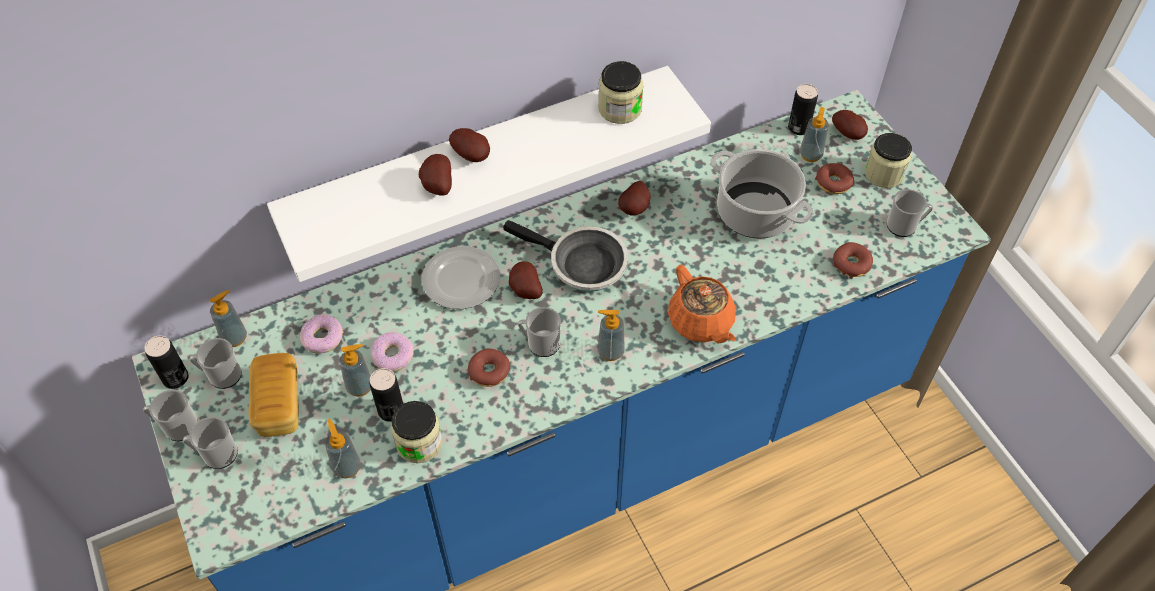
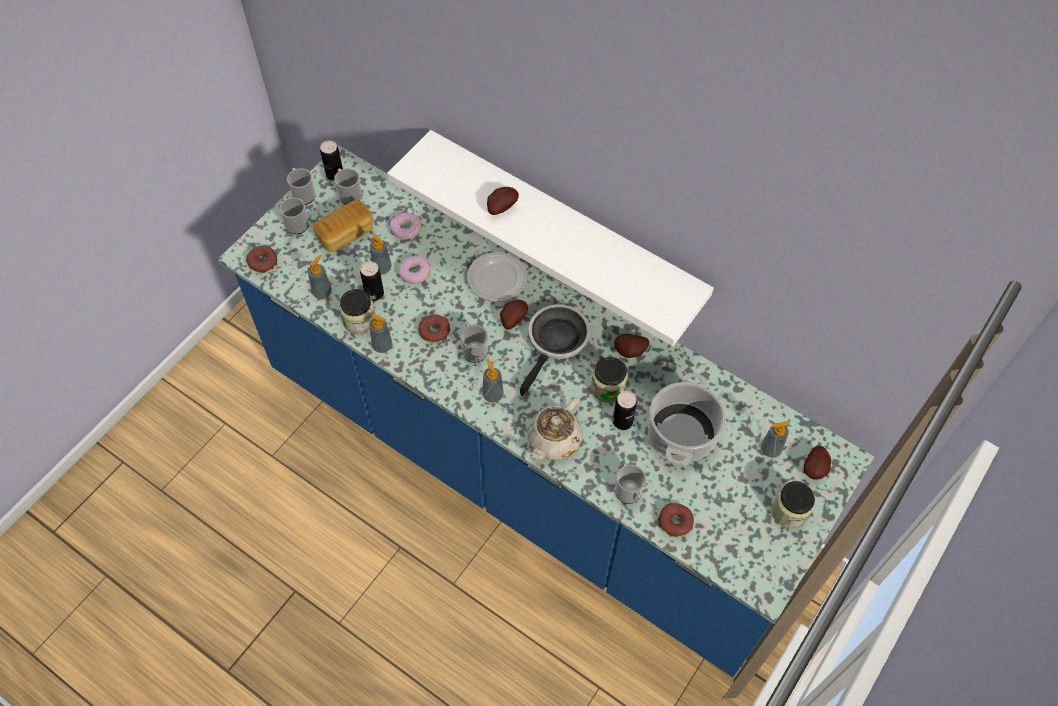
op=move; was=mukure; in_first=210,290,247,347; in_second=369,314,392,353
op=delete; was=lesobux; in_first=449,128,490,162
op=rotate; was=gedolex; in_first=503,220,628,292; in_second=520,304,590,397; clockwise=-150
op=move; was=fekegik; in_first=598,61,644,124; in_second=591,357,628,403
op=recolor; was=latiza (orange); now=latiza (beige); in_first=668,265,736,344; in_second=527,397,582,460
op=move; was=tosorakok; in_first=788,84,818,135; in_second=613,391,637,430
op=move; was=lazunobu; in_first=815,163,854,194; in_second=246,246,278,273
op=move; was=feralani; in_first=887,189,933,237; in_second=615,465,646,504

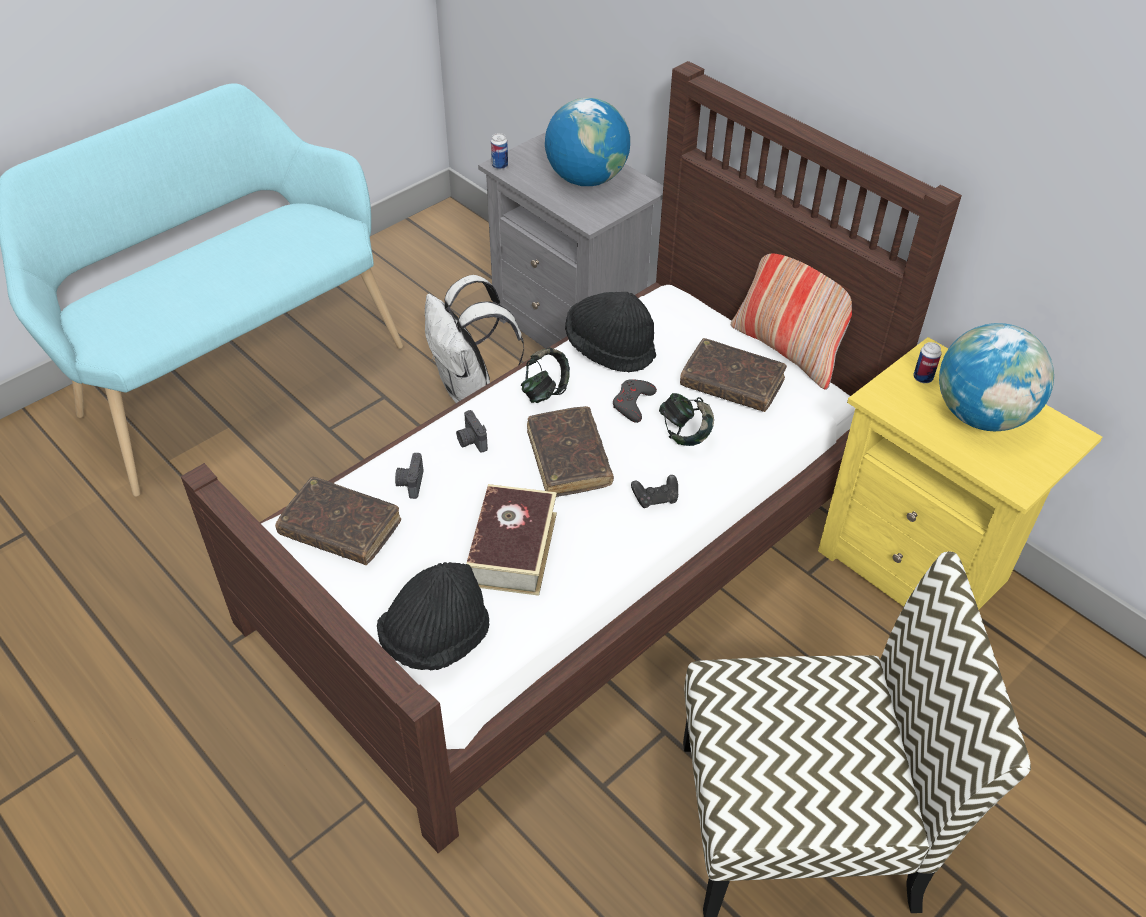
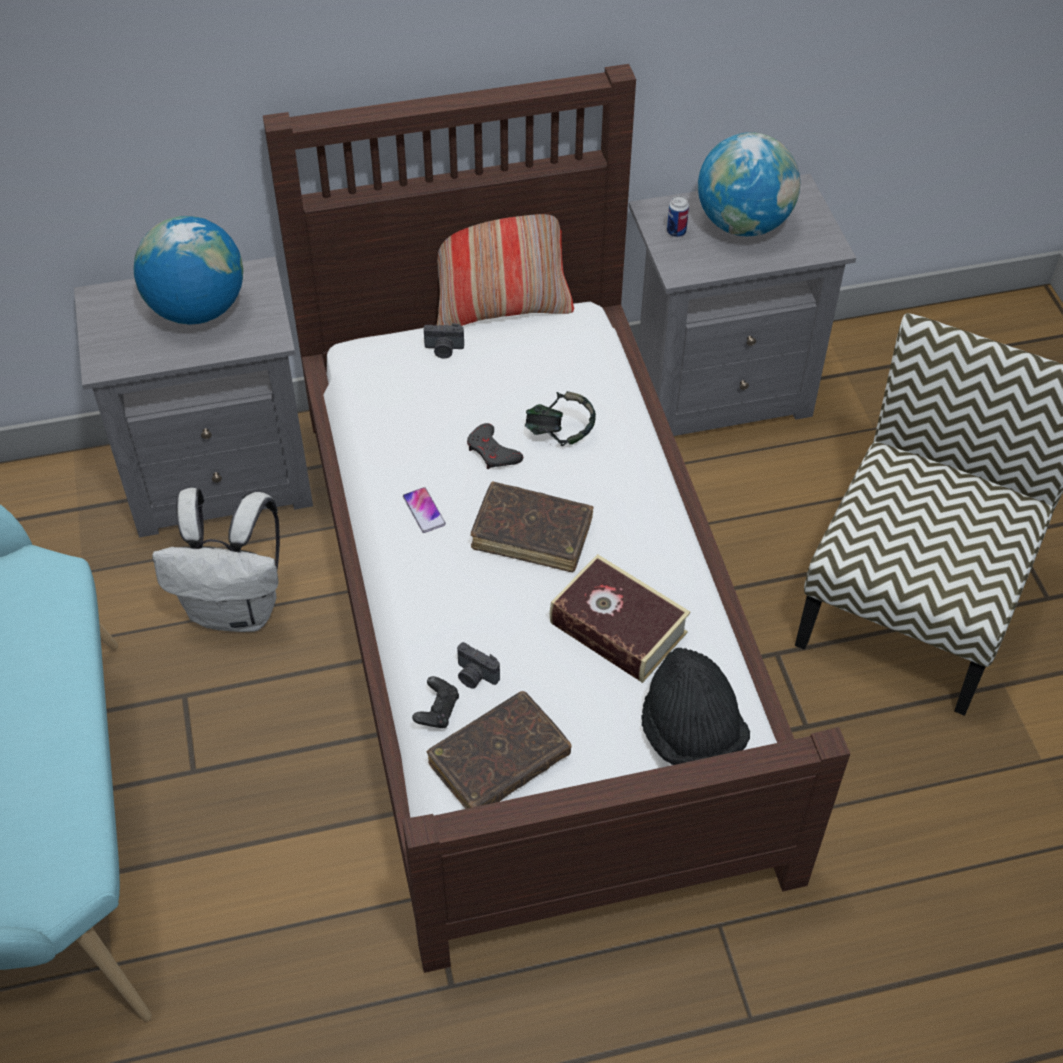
op=move; was=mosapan; in_first=456,410,488,453; in_second=424,323,464,359
op=delete; was=tosorakok; in_first=491,133,508,170
op=replace; was=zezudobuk; now=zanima; in_first=521,347,570,403; in_second=403,487,446,533
op=delete; was=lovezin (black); in_first=565,292,656,372
op=move; was=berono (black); in_first=631,475,678,508; in_second=412,676,459,728
op=delete; was=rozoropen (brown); in_first=680,338,787,412
op=recolor; was=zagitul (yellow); now=zagitul (grey); in_first=818,337,1102,610; in_second=629,174,856,436

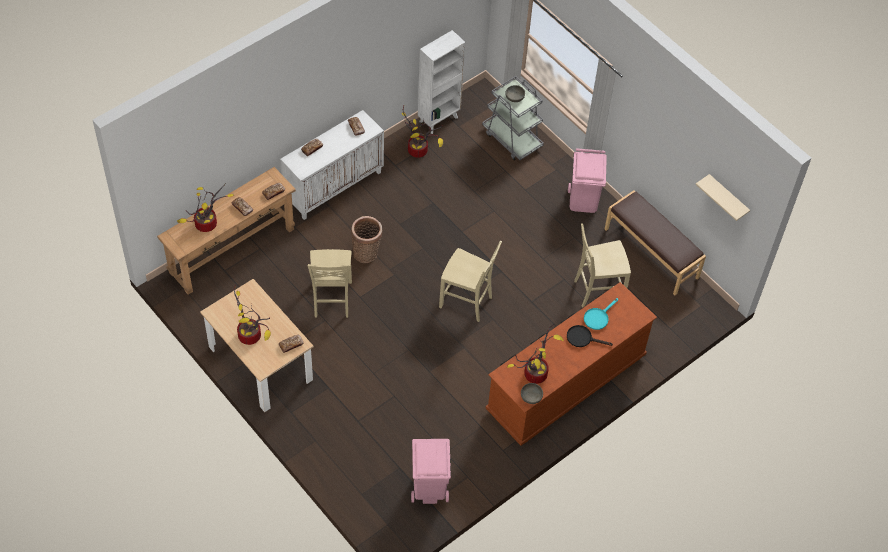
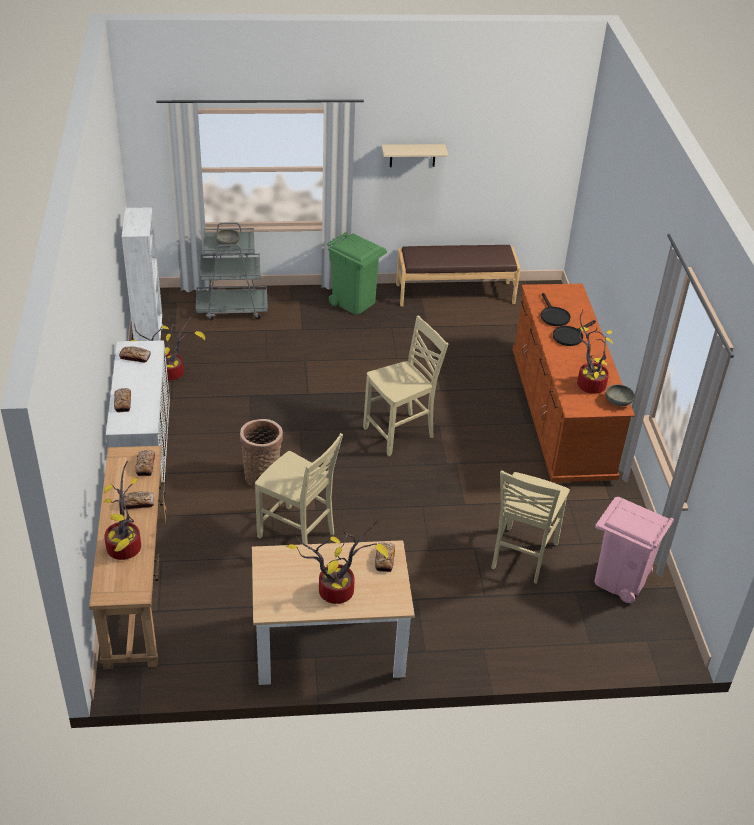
op=recolor; was=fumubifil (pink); now=fumubifil (green); in_first=568,148,607,213; in_second=327,232,387,314
op=move; was=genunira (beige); in_first=574,223,631,308; in_second=491,470,570,584
op=recolor; was=gedolex (turquoise); now=gedolex (black); in_first=584,298,618,330; in_second=541,293,571,326
op=move; was=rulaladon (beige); in_first=696,174,750,221; in_second=381,144,448,167

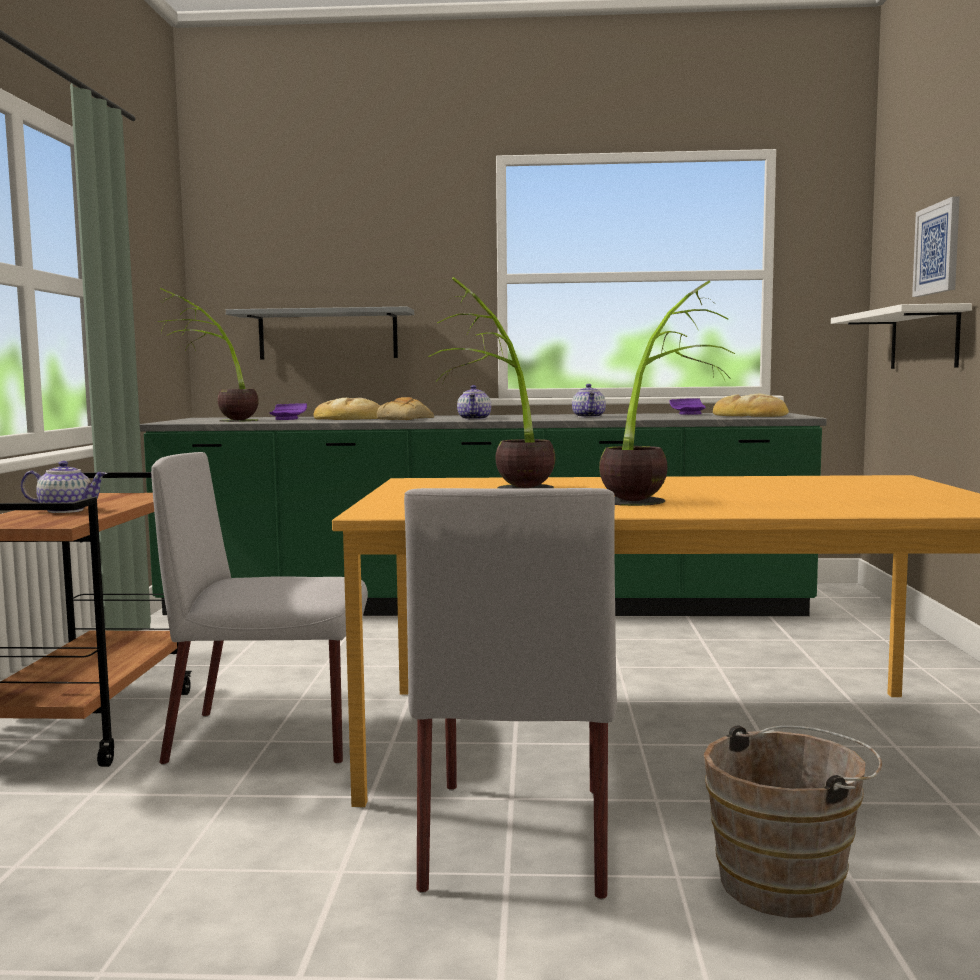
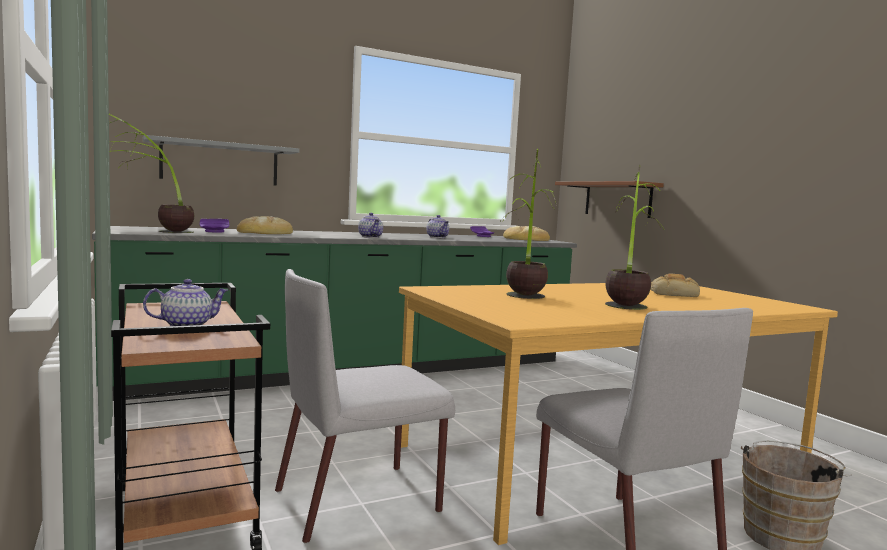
op=move; was=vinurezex; in_first=377,397,434,420; in_second=651,274,700,297
op=recolor; was=rulaladon (white); now=rulaladon (brown); in_first=831,303,972,369; in_second=555,181,664,218
op=delete; was=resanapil; in_first=912,196,960,297

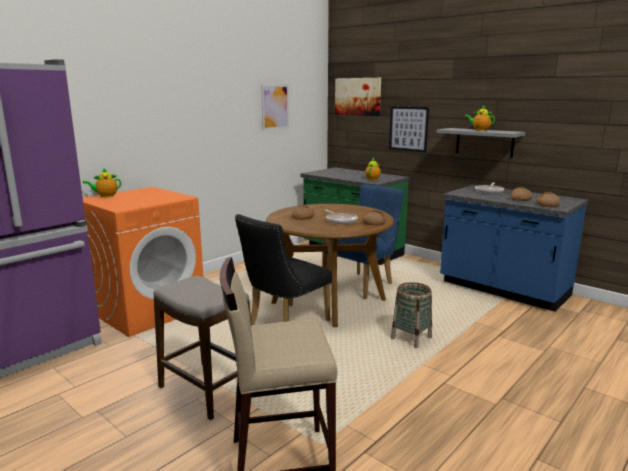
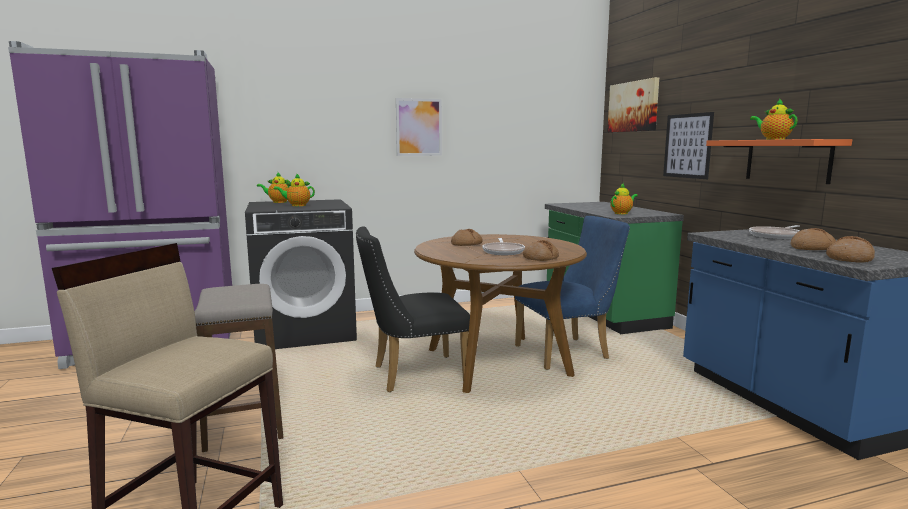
op=recolor; was=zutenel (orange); now=zutenel (black); in_first=83,187,203,337; in_second=245,199,357,349
op=move; was=resanapil; in_first=261,85,289,130; in_second=396,98,442,156
op=delete; was=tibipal; in_first=391,282,432,348
op=recolor; was=rulaladon (grey); now=rulaladon (orange); in_first=437,128,525,158; in_second=706,139,852,184
op=insert; now=latiza; in_second=273,173,315,206

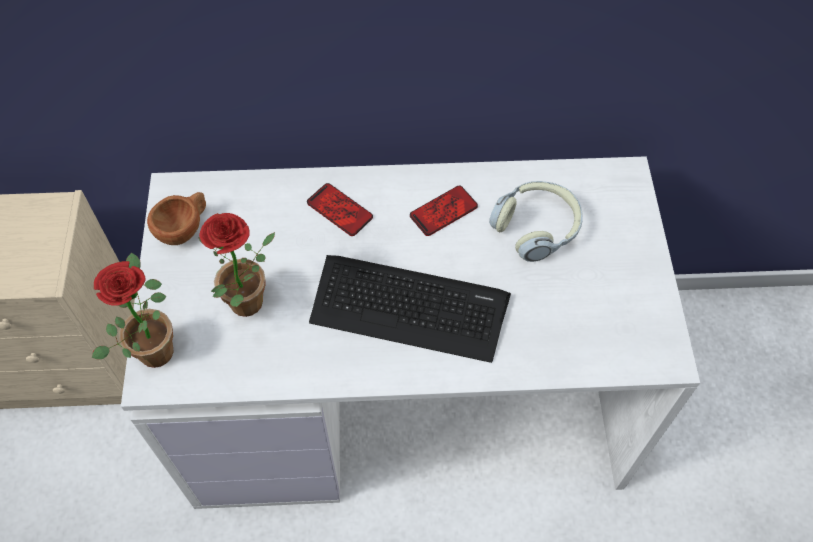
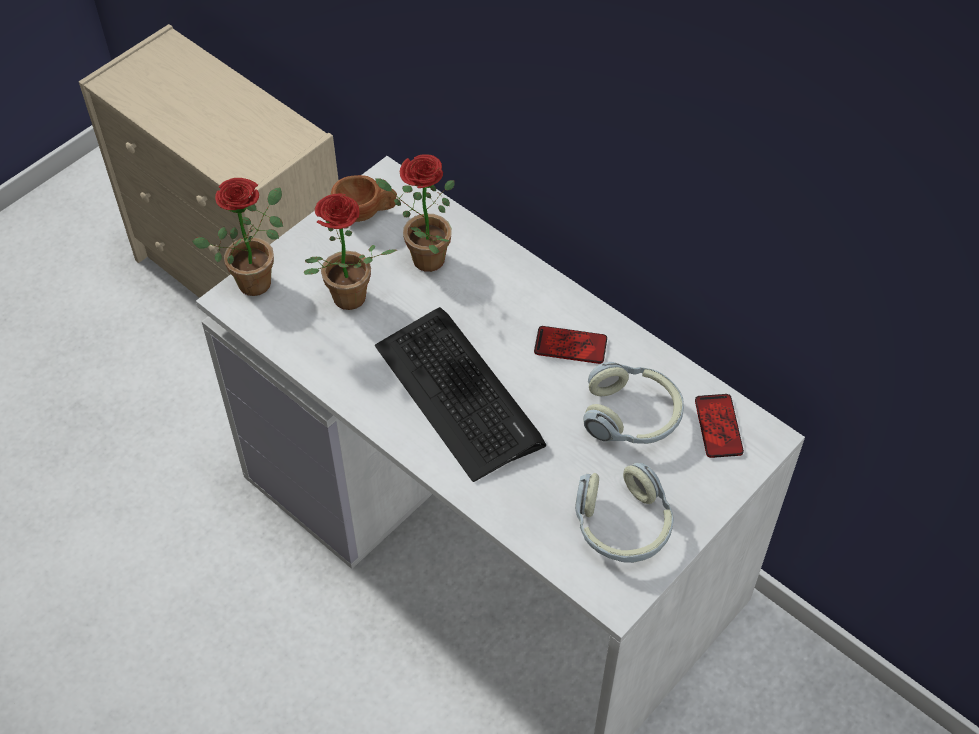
op=move; was=zanima; in_first=307,183,373,236; in_second=695,394,744,458
op=insert; now=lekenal; in_second=375,154,455,272
op=insert; now=zezudobuk; in_second=575,463,674,563

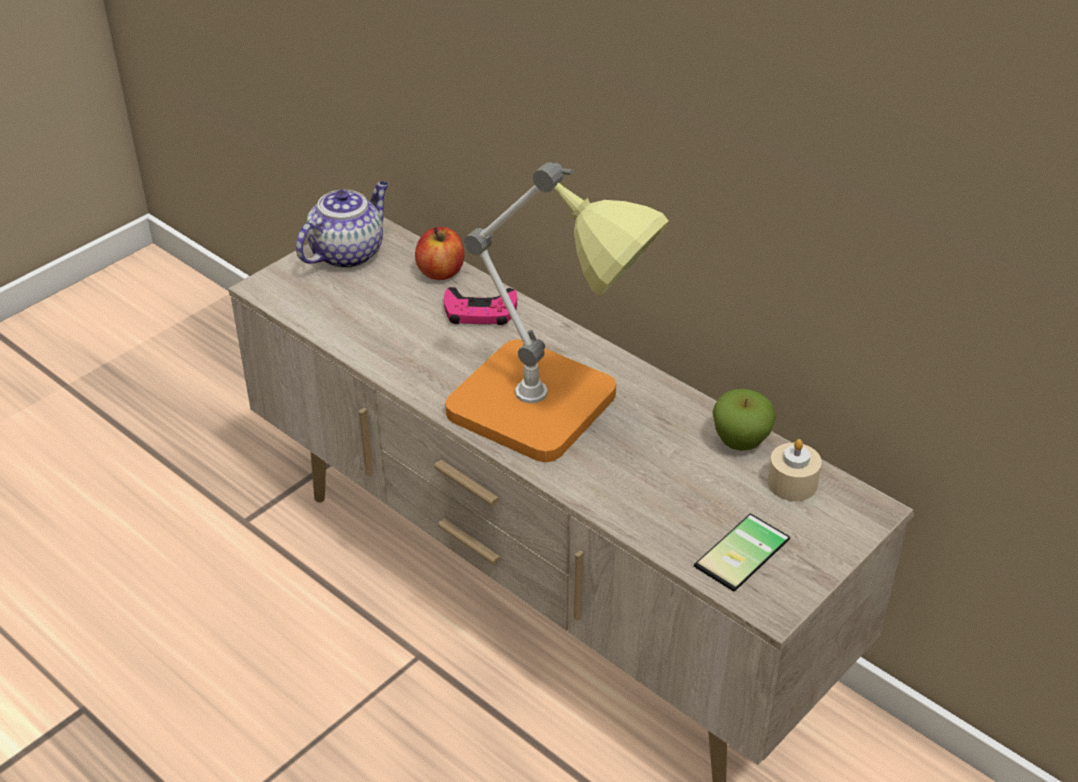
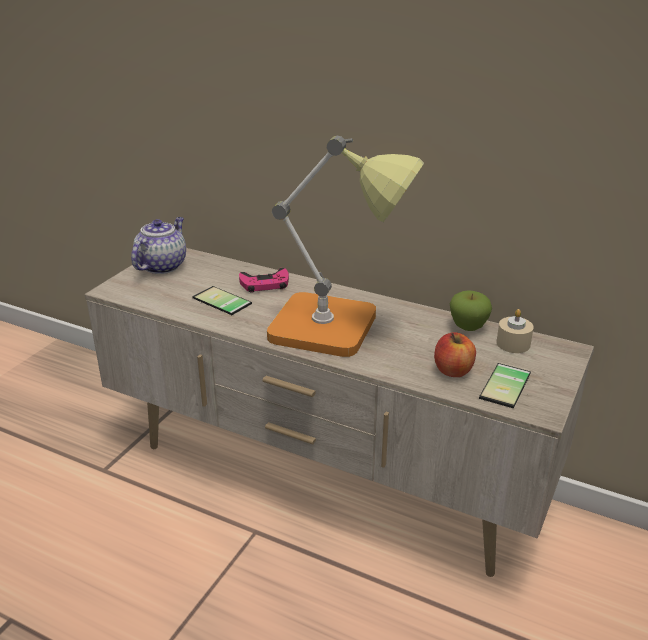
op=move; was=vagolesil; in_first=415,227,464,280; in_second=434,332,476,377
op=insert; now=zanima; in_second=192,286,252,315

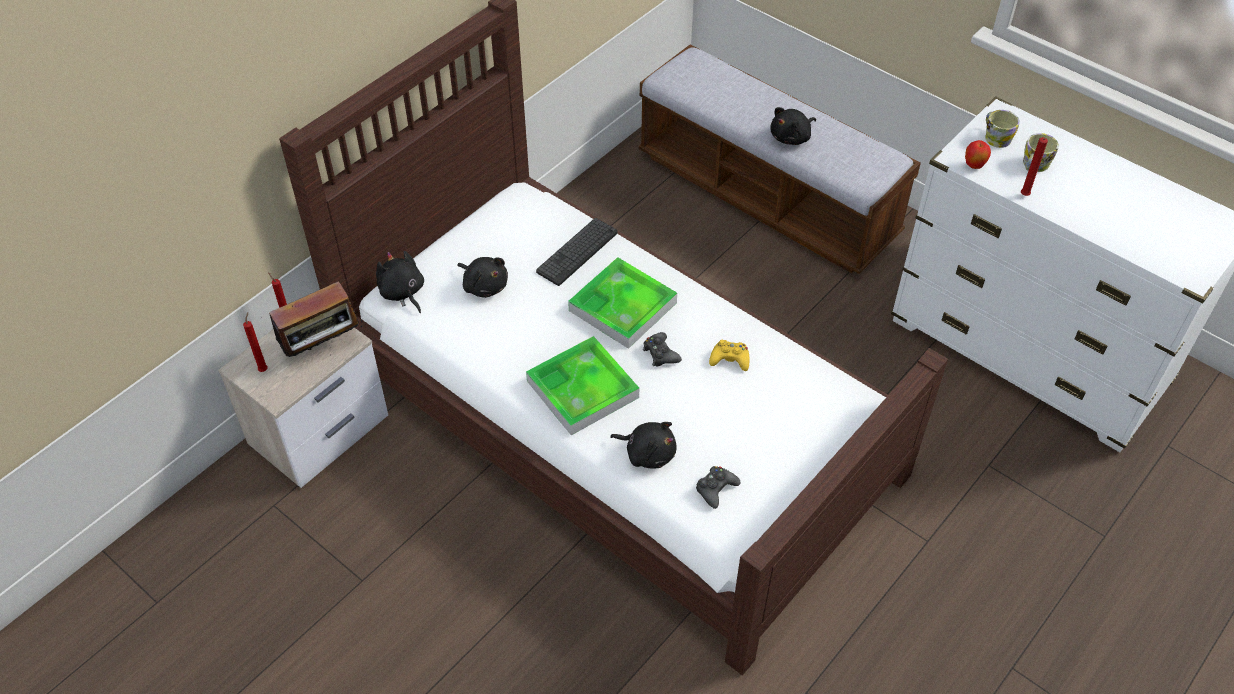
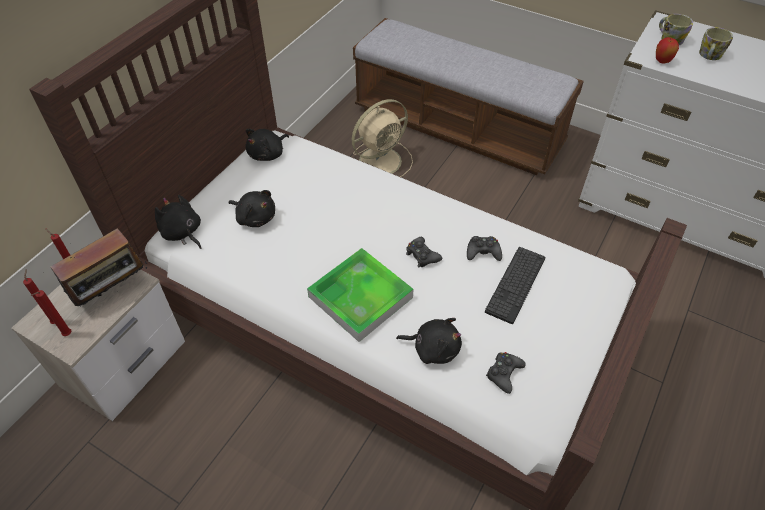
op=move; was=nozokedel; in_first=536,218,618,286; in_second=485,247,545,324
op=delete; was=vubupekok; in_first=568,257,677,349
op=recolor; was=berono (yellow); now=berono (black); in_first=709,340,750,371; in_second=467,236,502,261
op=move; was=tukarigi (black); in_first=770,107,816,145; in_second=245,129,289,161
op=move; was=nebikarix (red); in_first=1021,137,1048,196; in_second=31,290,71,336
op=insert; now=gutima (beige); in_second=352,99,413,177

